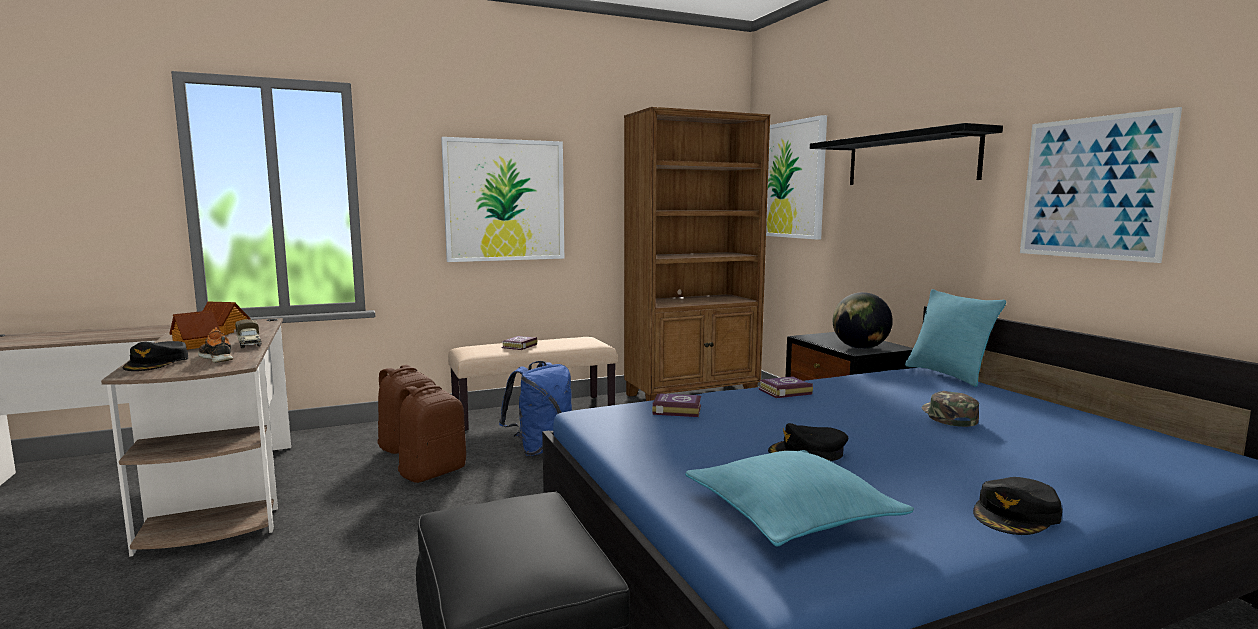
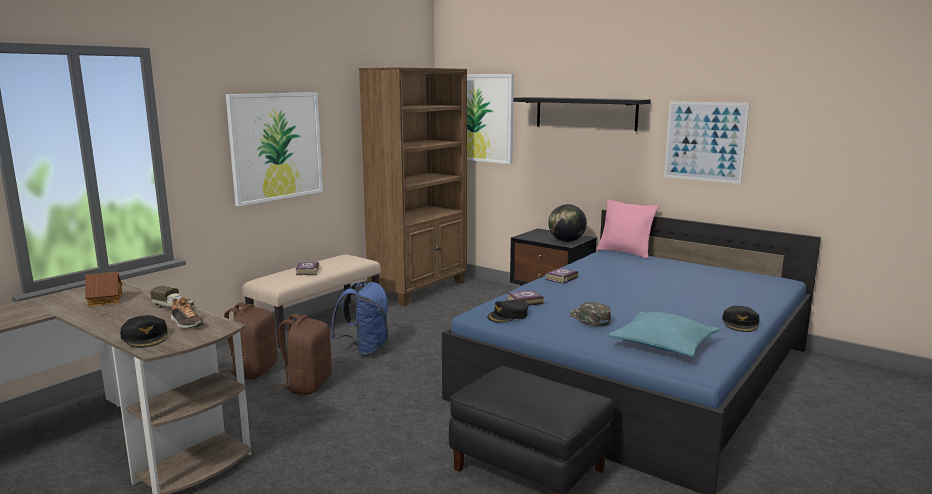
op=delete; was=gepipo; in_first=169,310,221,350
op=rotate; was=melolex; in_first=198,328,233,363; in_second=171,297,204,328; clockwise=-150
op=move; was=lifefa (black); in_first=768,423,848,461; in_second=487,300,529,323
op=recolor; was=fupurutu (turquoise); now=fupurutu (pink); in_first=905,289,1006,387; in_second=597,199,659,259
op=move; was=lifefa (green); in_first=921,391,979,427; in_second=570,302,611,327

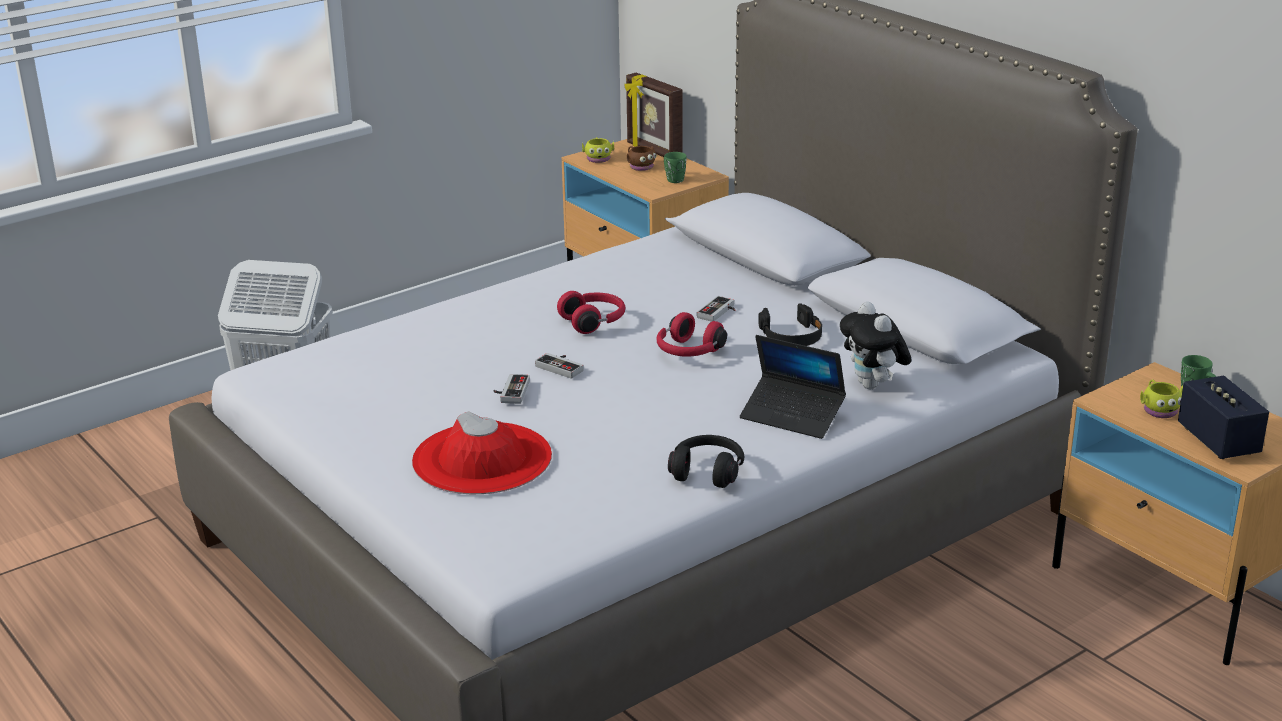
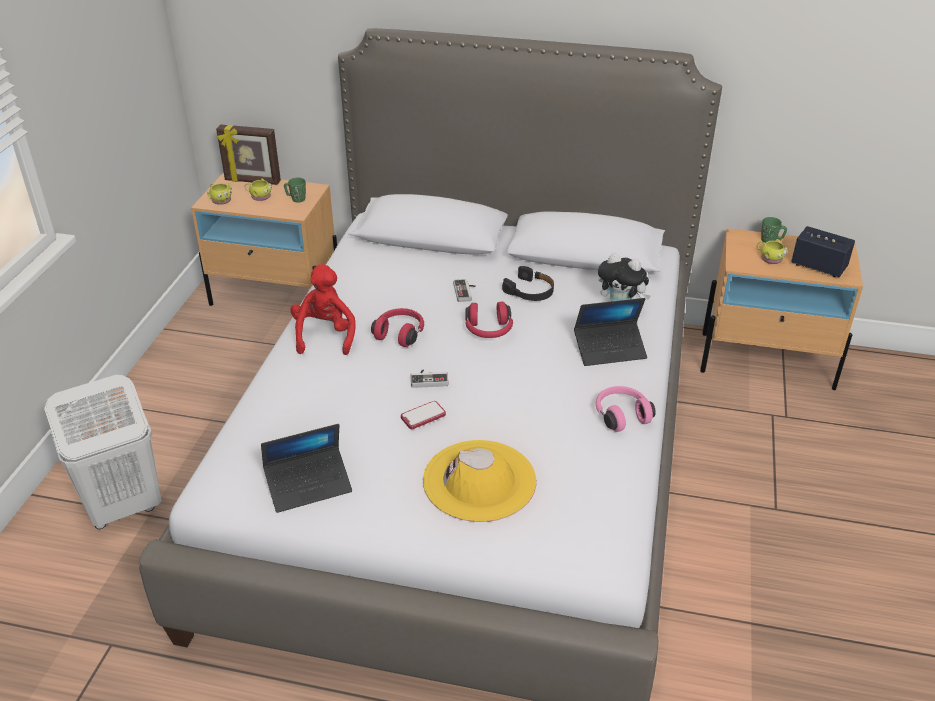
op=recolor; was=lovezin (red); now=lovezin (yellow); in_first=412,411,552,494; in_second=423,440,536,522
op=replace; was=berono; now=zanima; in_first=493,374,530,404; in_second=401,401,446,429
op=recolor; was=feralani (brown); now=feralani (yellow); in_first=627,146,657,171; in_second=245,178,272,201
op=recolor; was=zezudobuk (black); now=zezudobuk (pink); in_first=668,435,744,488; in_second=596,386,656,432
op=insert; now=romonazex; in_second=261,424,352,513
op=insert; now=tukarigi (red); in_second=290,264,355,355

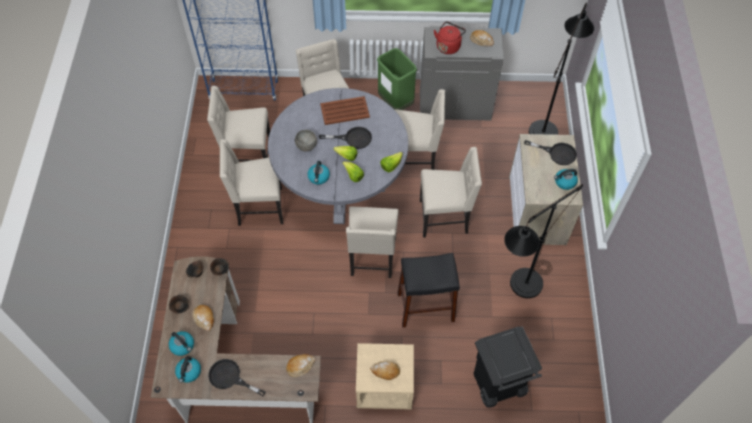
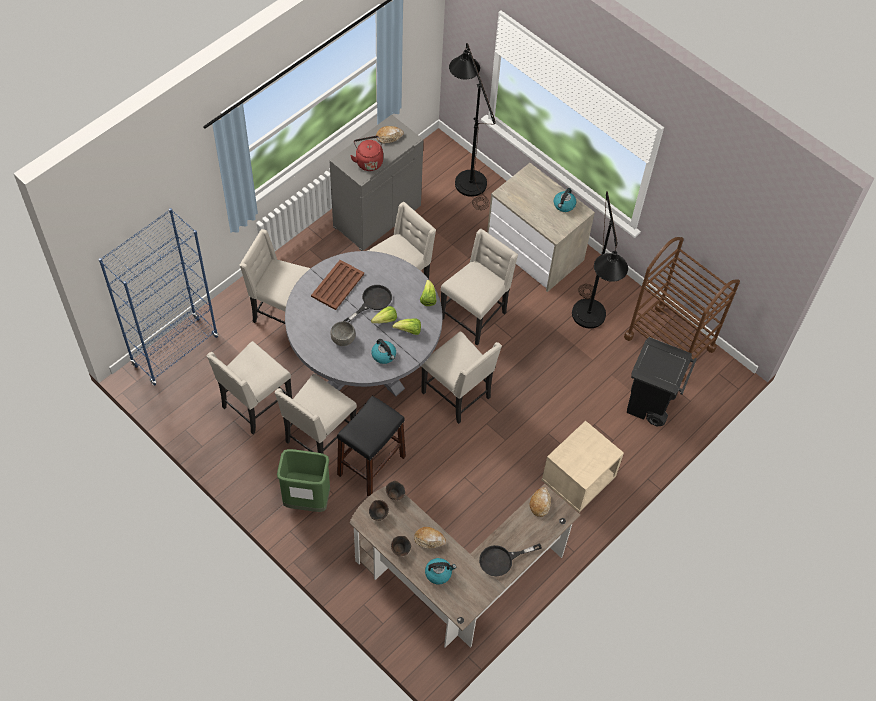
op=delete; was=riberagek; in_first=175,356,201,383
op=delete; was=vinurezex; in_first=370,361,400,380
op=move; was=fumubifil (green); in_first=377,48,417,110; in_second=277,449,330,512
op=move; was=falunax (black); in_first=398,253,460,328; in_second=337,396,406,497
op=delete; was=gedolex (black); in_first=524,140,577,165
op=insert; now=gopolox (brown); in_second=624,237,740,382

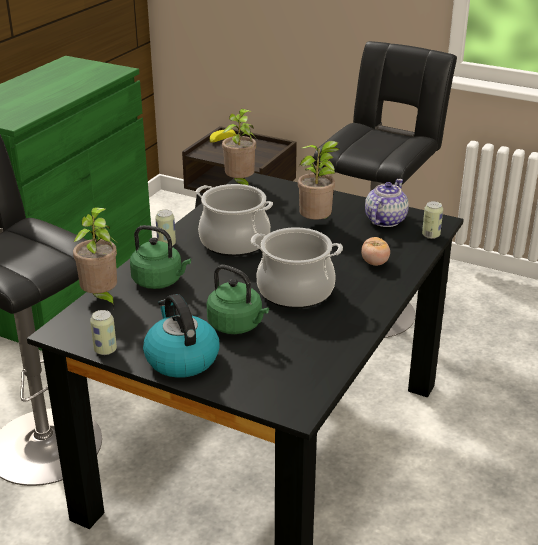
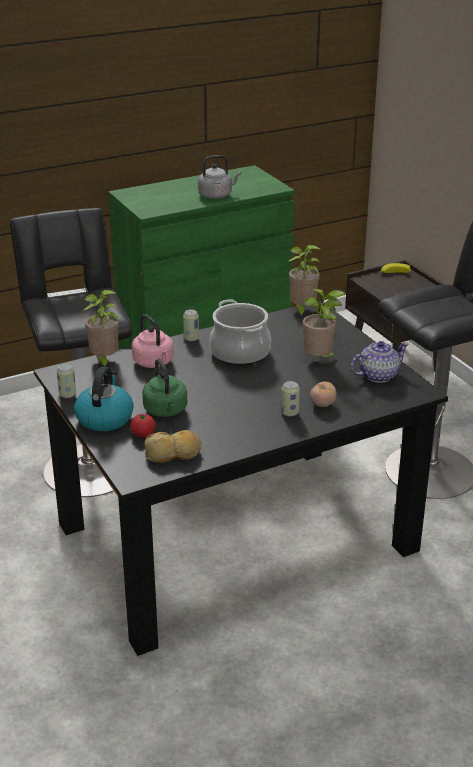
op=recolor; was=riberagek (green); now=riberagek (pink); in_first=130,225,191,289; in_second=132,314,174,368
op=delete; was=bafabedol; in_first=251,227,343,309
op=move; was=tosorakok; in_first=422,201,443,239; in_second=281,381,300,417
op=insert; now=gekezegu; in_second=130,414,156,437
op=insert; now=vinurezex; in_second=144,430,202,463
op=insert; now=riberagek (grey); in_second=198,155,242,199

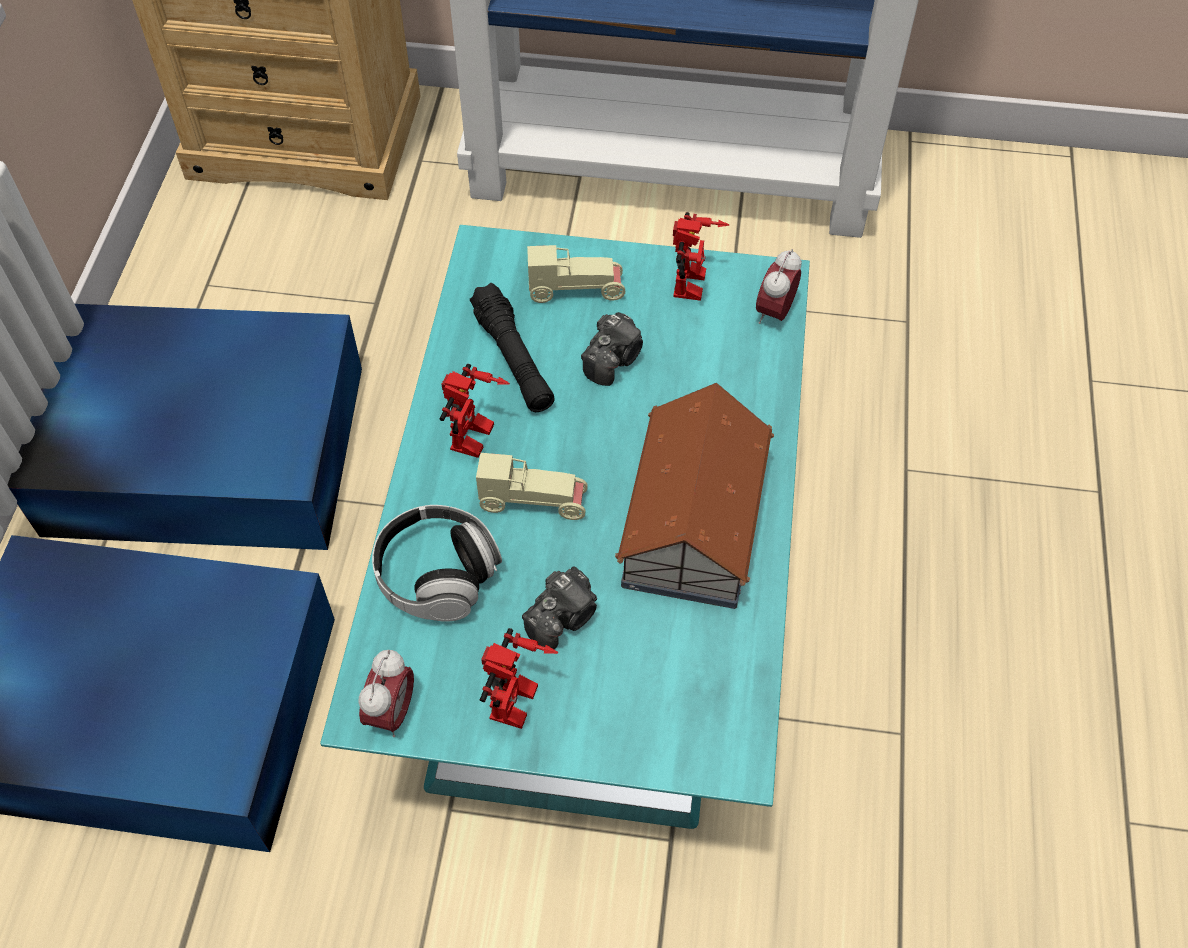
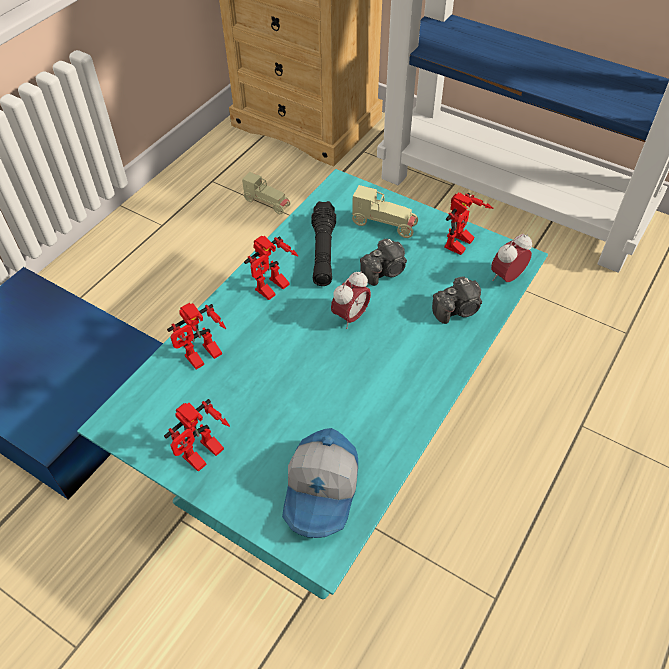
op=delete; was=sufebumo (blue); in_first=7,304,362,550
op=move; was=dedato; in_first=358,650,414,737; in_second=331,271,371,329
op=replace; was=zezudobuk; now=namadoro; in_first=372,505,502,622; in_second=167,303,226,370
op=move; was=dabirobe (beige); in_first=476,453,588,520; in_second=242,172,291,214
op=move; was=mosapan; in_first=522,566,597,649; in_second=432,276,482,324
op=delete; was=gepipo; in_first=615,383,774,609
op=insert; now=lifefa; in_second=282,428,358,538

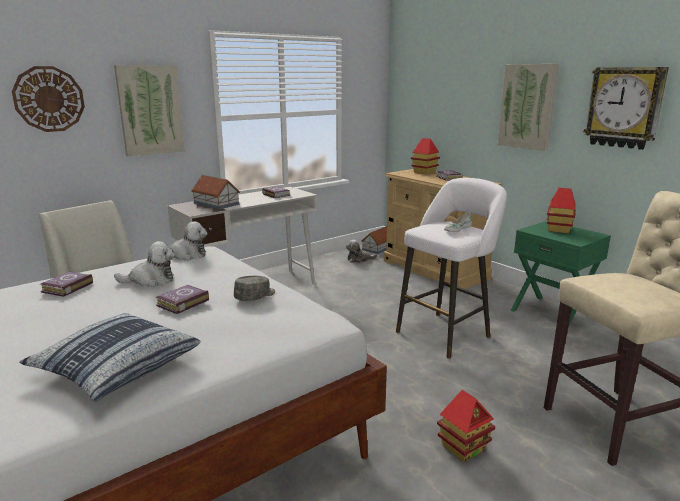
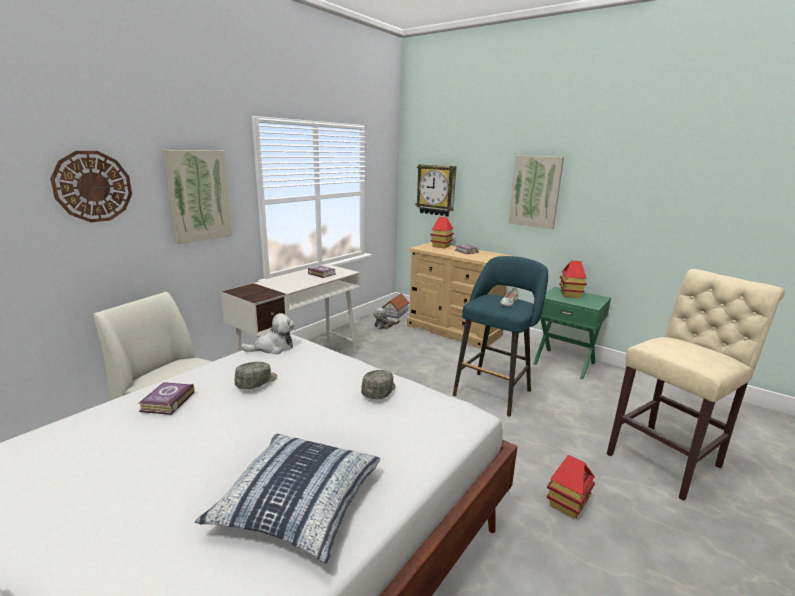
op=replace; was=tukarigi; now=lifefa (grey); in_first=114,241,175,287; in_second=235,362,277,389
op=delete; was=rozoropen; in_first=156,285,209,314
op=delete; was=gepipo; in_first=191,175,240,210
op=recolor; was=falunax (white); now=falunax (turquoise); in_first=396,178,507,358; in_second=453,256,548,416
op=move; was=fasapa; in_first=584,67,669,150; in_second=416,164,456,216

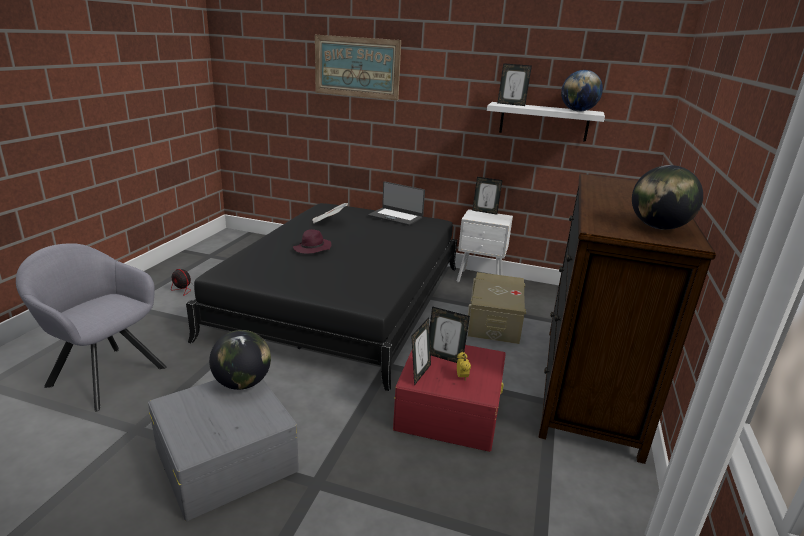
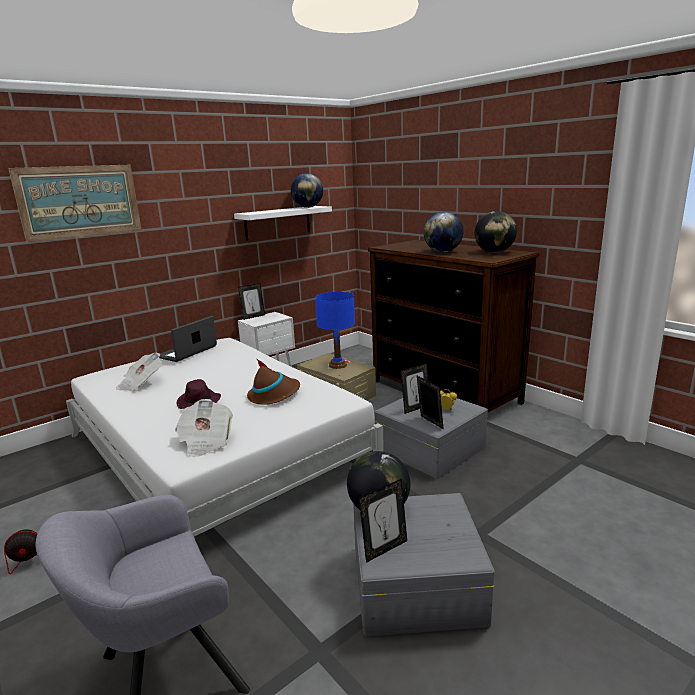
op=recolor; was=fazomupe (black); now=fazomupe (white); in_first=186,203,457,391; in_second=66,338,384,536
op=rotate; was=romonazex; in_first=368,181,425,226; in_second=159,316,217,362; clockwise=150
op=recolor; was=sufebumo (red); now=sufebumo (grey); in_first=393,345,506,452; in_second=375,394,488,479
op=move; was=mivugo; in_first=497,63,532,106; in_second=359,479,407,563
op=insert; now=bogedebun; in_second=175,399,233,457
op=insert; now=lovezin (brown); in_second=247,358,300,405
op=insert; now=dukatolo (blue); in_second=315,292,355,369
op=insert; now=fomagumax; in_second=424,212,464,252

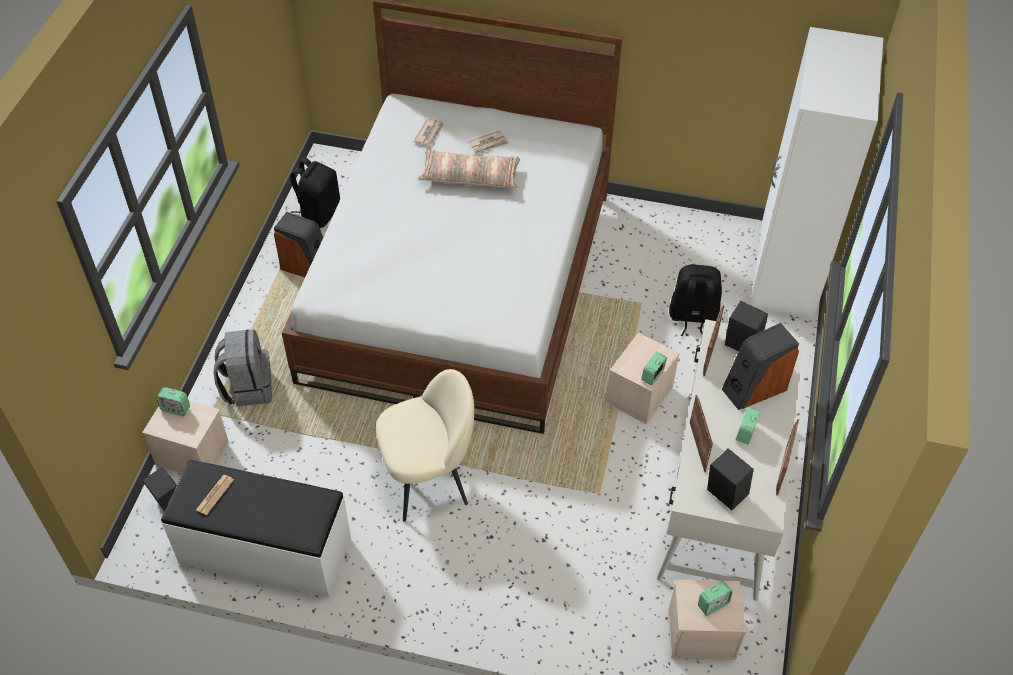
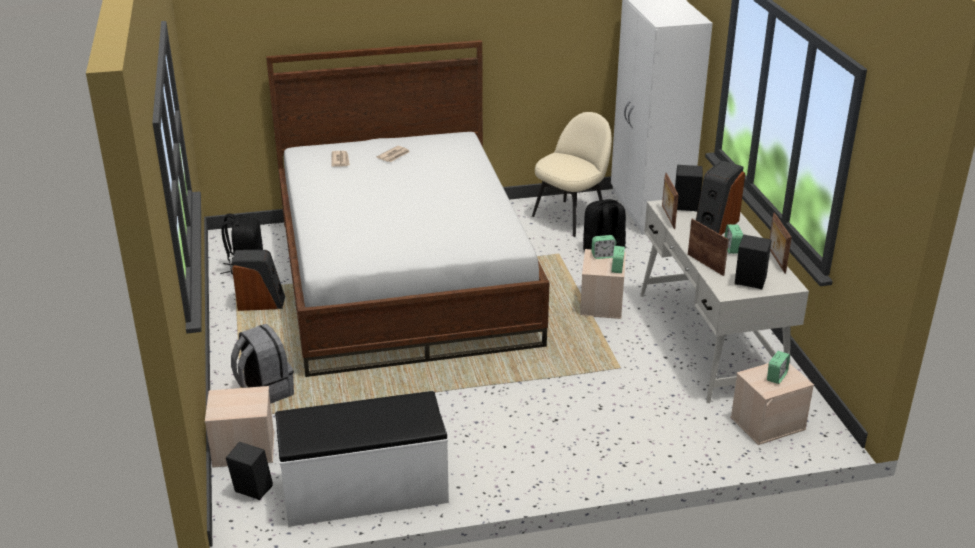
op=move; was=dedato; in_first=157,387,190,416; in_second=592,235,616,259
op=delete; was=bogedebun; in_first=196,475,234,515
op=move; was=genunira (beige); in_first=376,369,474,522; in_second=532,112,612,237
op=delete; was=fupurutu; in_first=418,149,520,188

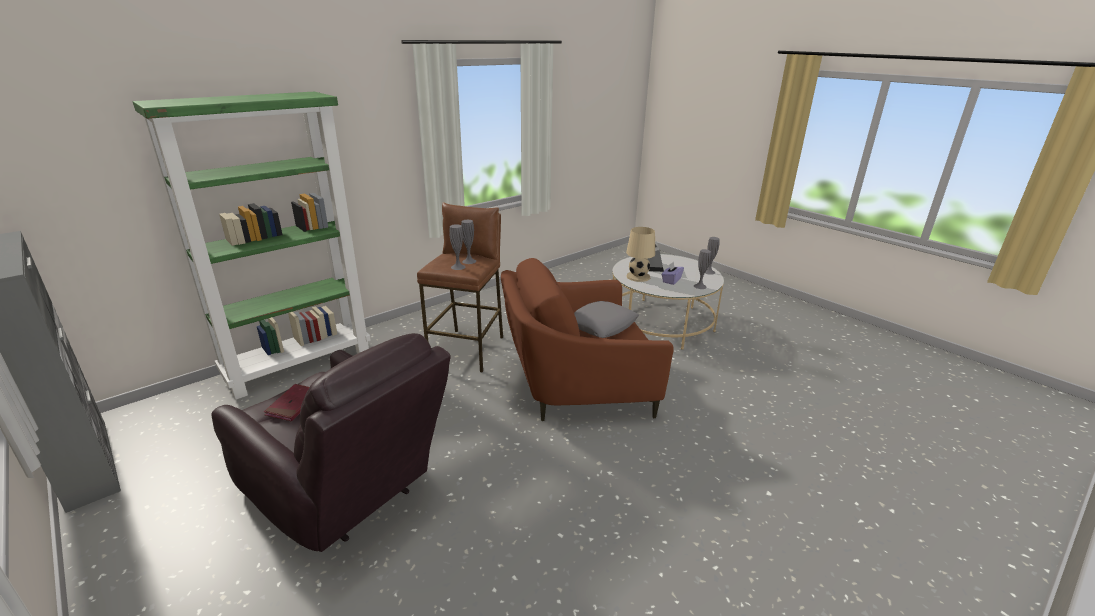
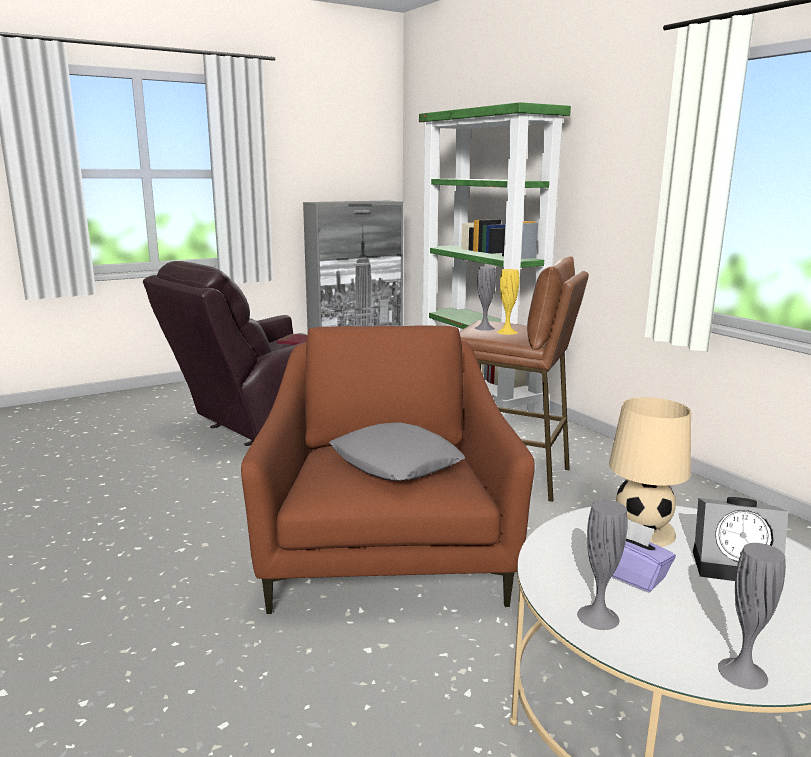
op=recolor; was=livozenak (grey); now=livozenak (yellow); in_first=461,220,476,264; in_second=497,269,519,335

